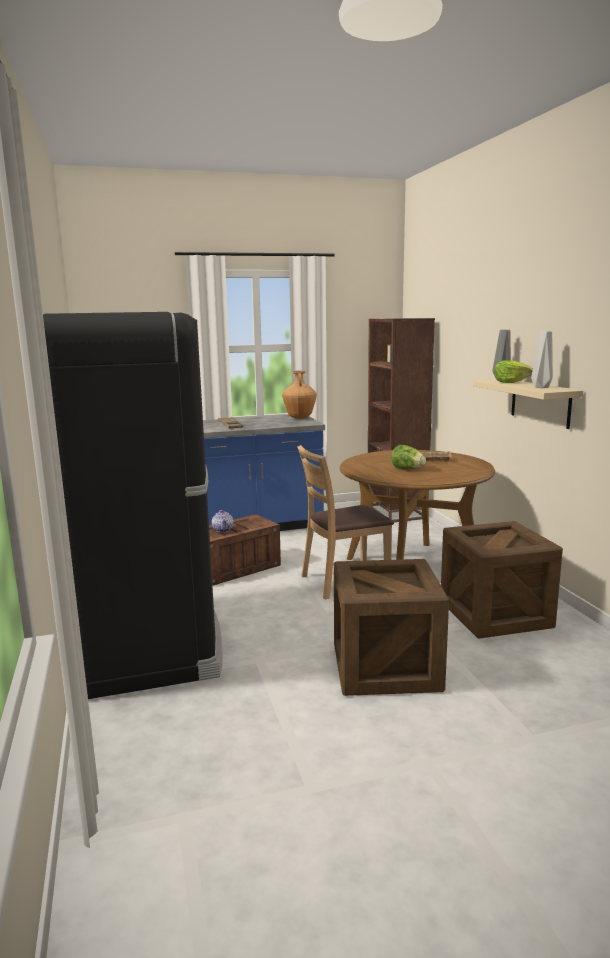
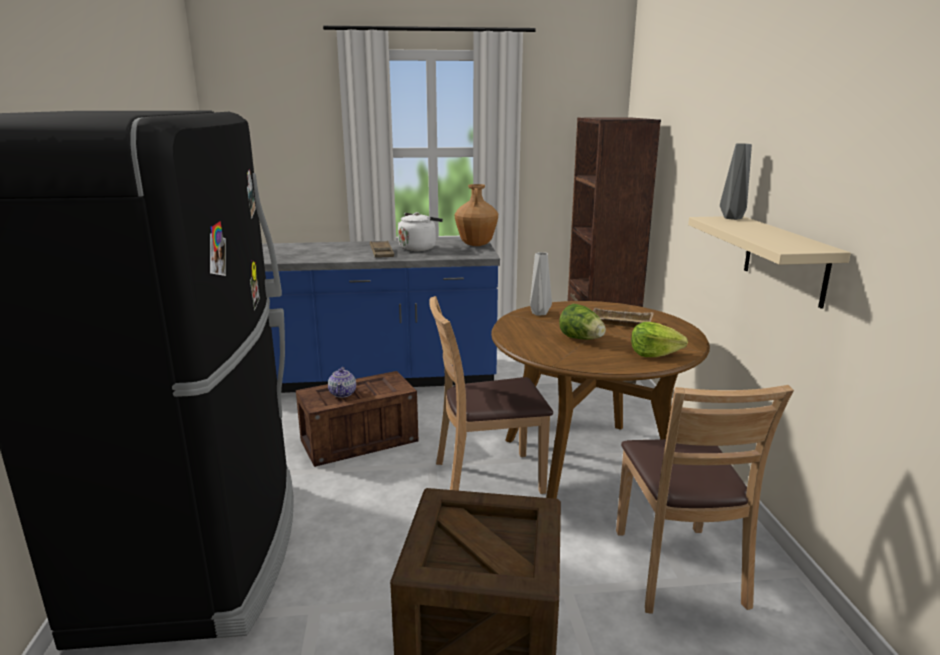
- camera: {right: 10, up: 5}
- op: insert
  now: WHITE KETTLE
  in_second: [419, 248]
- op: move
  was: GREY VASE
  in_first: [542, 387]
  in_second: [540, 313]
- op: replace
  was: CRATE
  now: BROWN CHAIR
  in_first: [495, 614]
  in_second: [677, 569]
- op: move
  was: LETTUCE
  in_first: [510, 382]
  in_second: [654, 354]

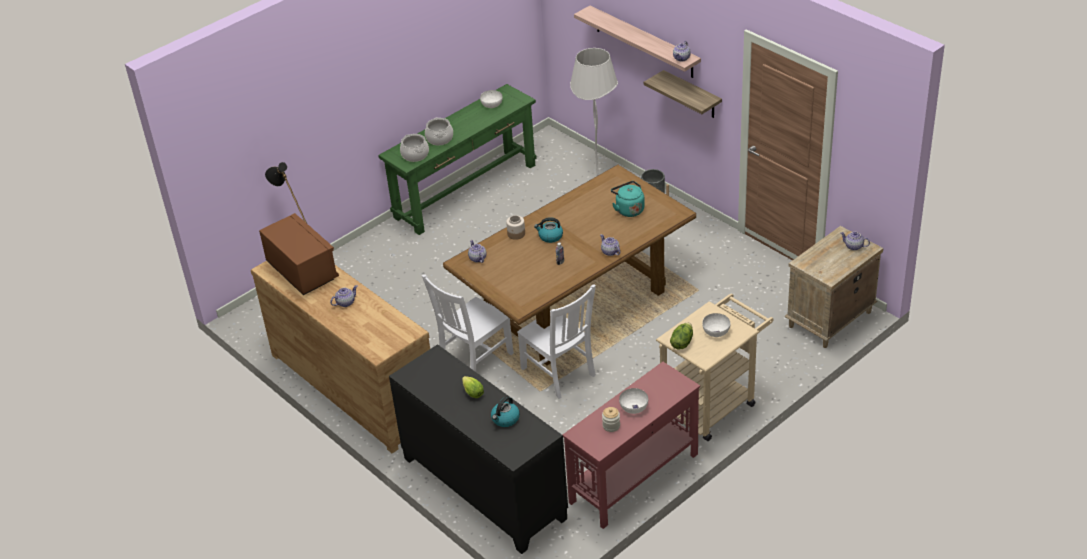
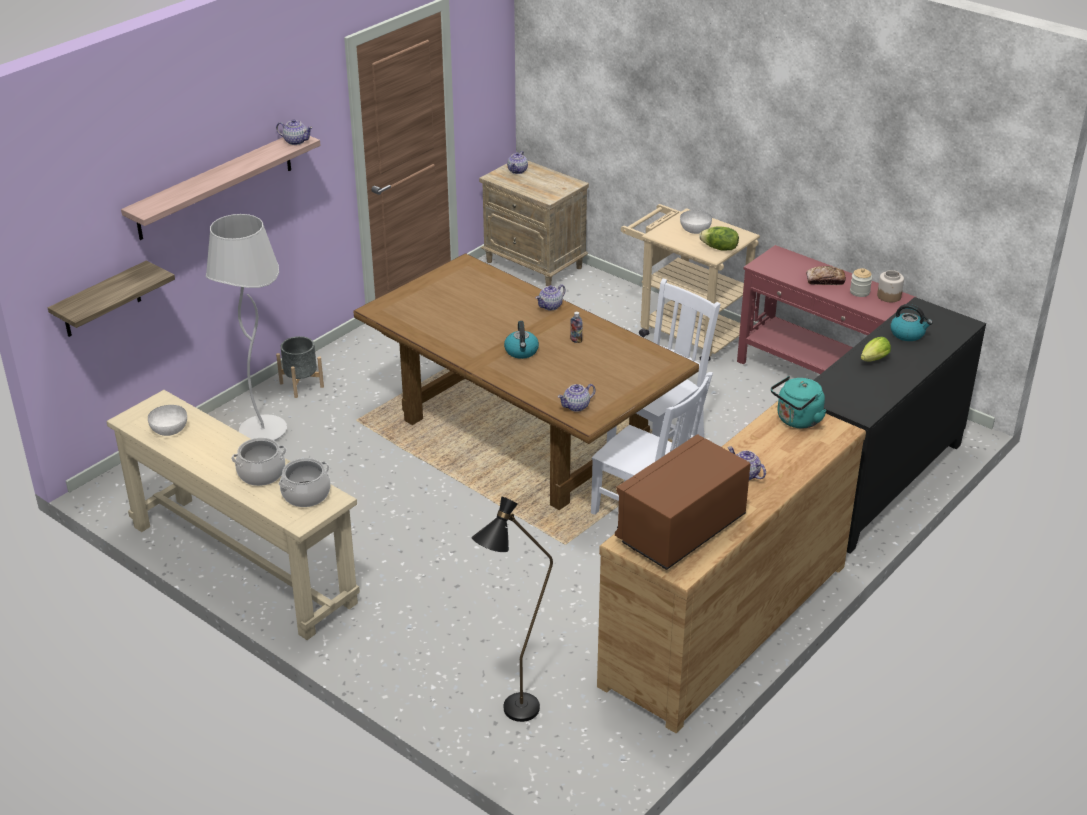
- camera: {right: -100, up: -5}
- op: move
  was: SHELF
  in_first: [692, 95]
  in_second: [101, 300]
- op: recolor
  was: GREEN CONSOLE TABLE
  now: BEIGE CONSOLE TABLE
  in_first: [465, 191]
  in_second: [242, 563]
- op: move
  was: TURQUOISE KETTLE
  in_first: [628, 209]
  in_second: [797, 420]
- op: replace
  was: WHITE BOWL
  now: BREAD
  in_first: [633, 407]
  in_second: [825, 280]
- op: move
  was: JAR
  in_first: [516, 234]
  in_second: [889, 296]

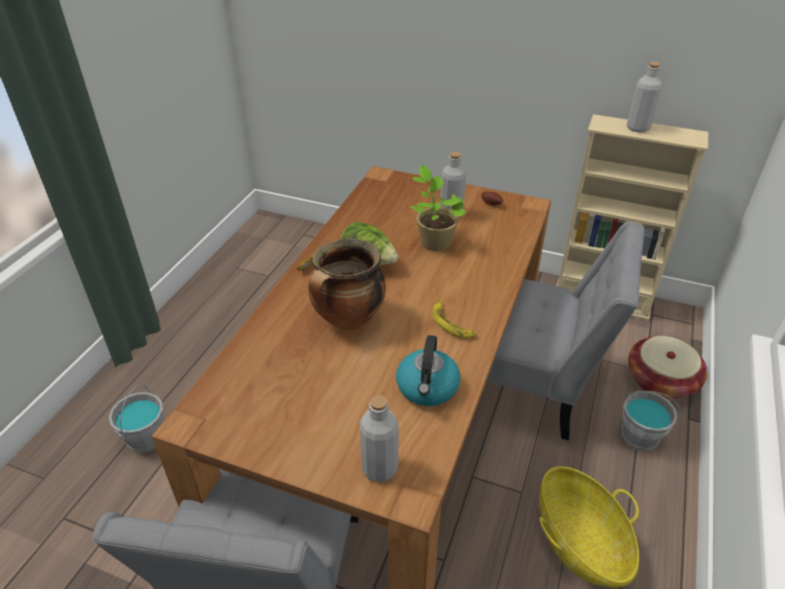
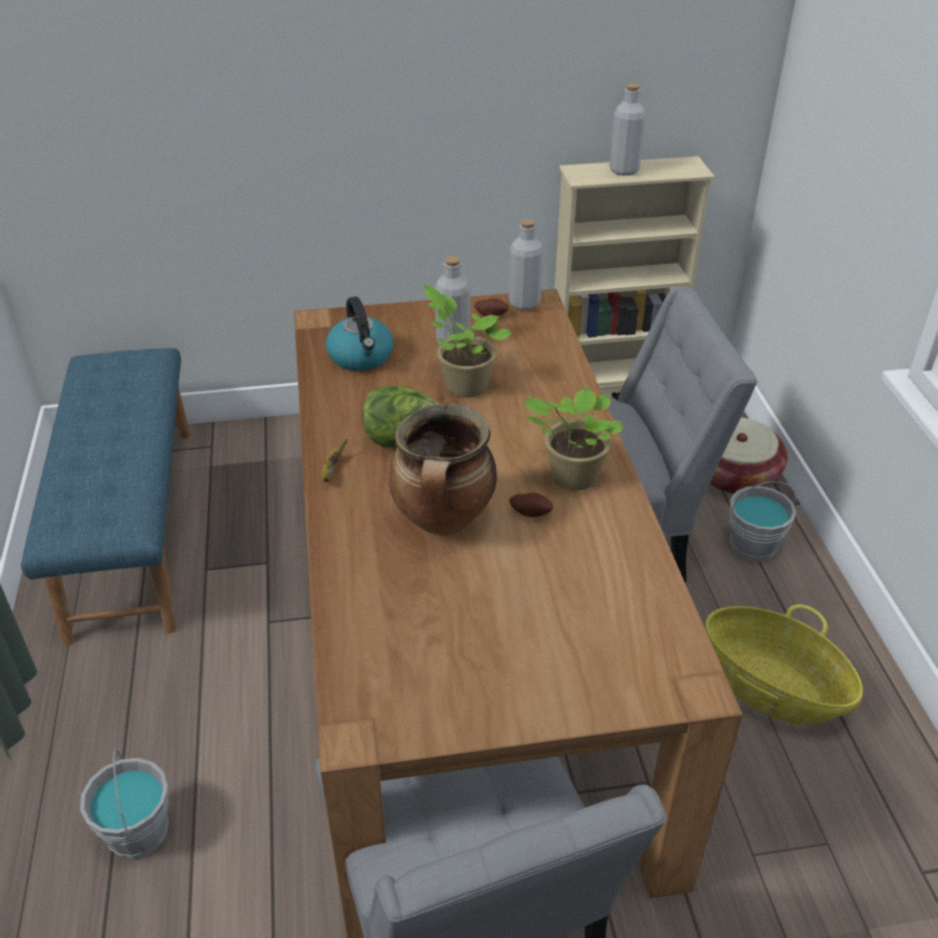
- camera: {right: -30, up: 0}
- op: insert
  now: BLUE BENCH
  in_second: [131, 527]
- op: move
  was: KETTLE
  in_first: [427, 388]
  in_second: [361, 357]
- op: move
  was: GREY BOTTLE
  in_first: [379, 468]
  in_second: [524, 303]
- op: insert
  now: POTATO
  in_second: [531, 512]
- op: replace
  was: BANANA
  now: POTTED PLANT
  in_first: [452, 324]
  in_second: [571, 477]

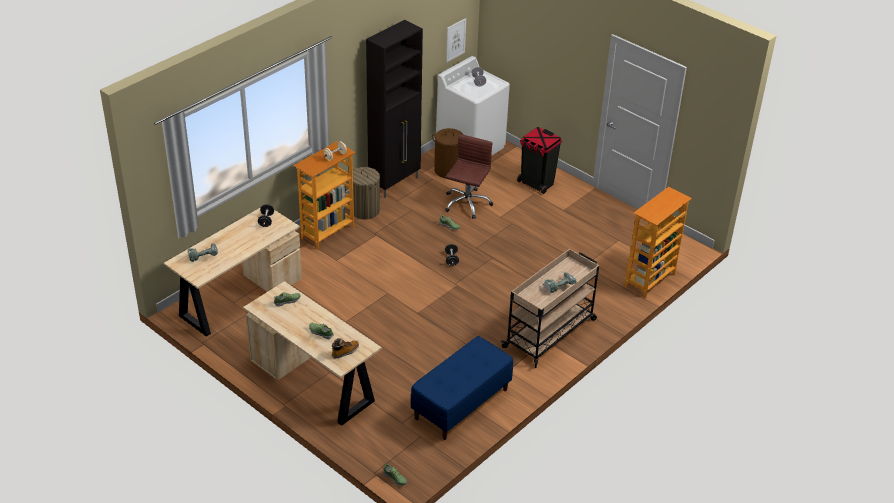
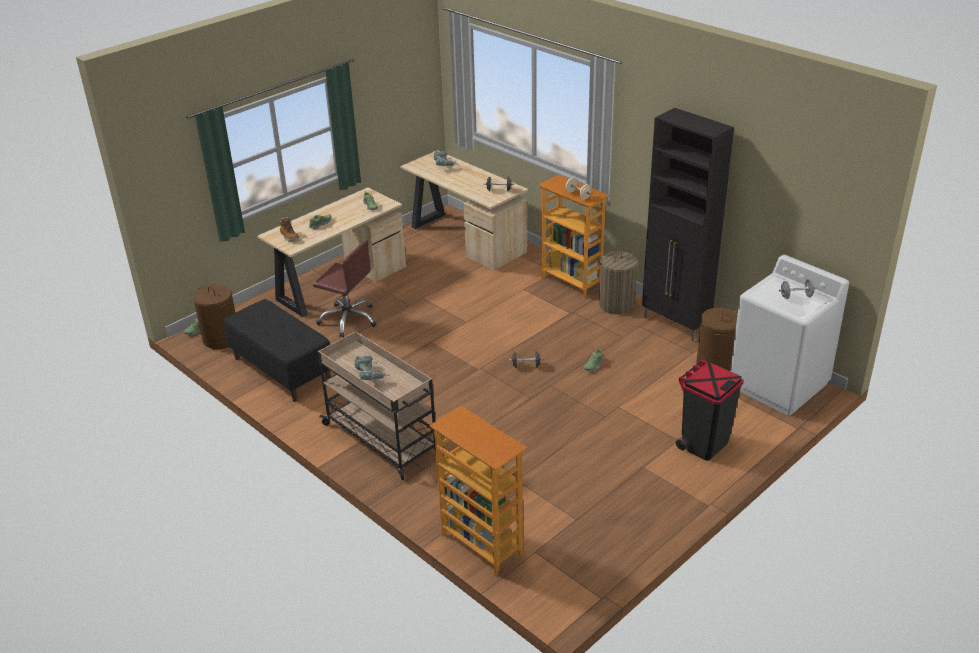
- camera: {right: 95, up: -5}
- op: insert
  now: BROWN LAUNDRY BASKET
  in_second: [221, 339]
- op: recolor
  was: BLUE BENCH
  now: BLACK BENCH
  in_first: [461, 404]
  in_second: [281, 370]
- op: move
  was: BROWN OFFICE CHAIR
  in_first: [466, 203]
  in_second: [348, 319]
- op: delete
  was: PICTURE
  in_first: [455, 40]

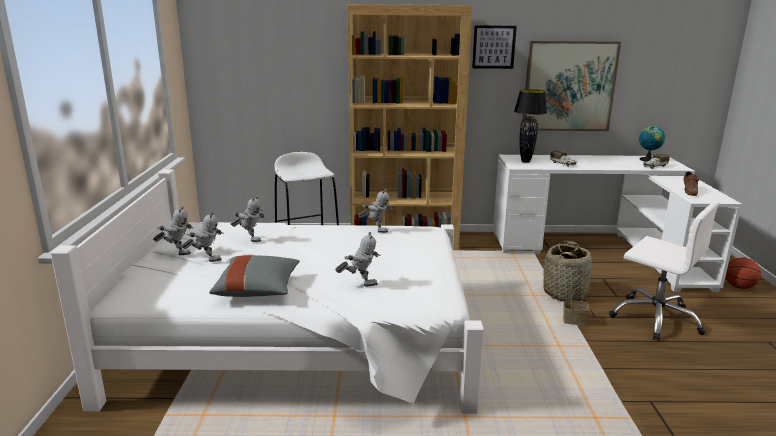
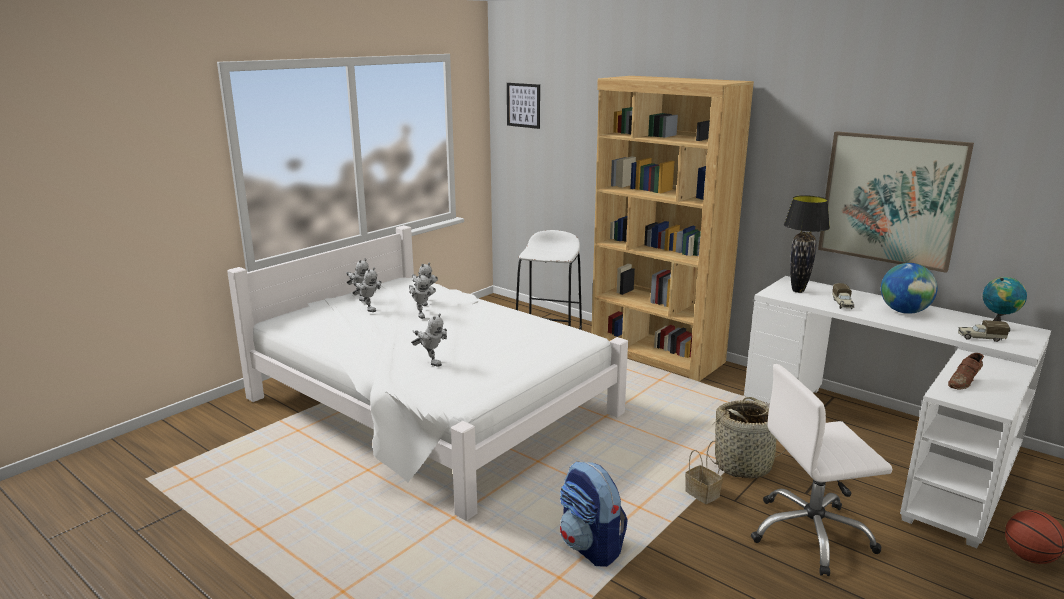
- camera: {right: 40, up: 0}
- op: move
  was: TOY ROBOT
  in_first: [376, 230]
  in_second: [421, 314]
- op: move
  was: PICTURE
  in_first: [493, 47]
  in_second: [523, 105]
- op: insert
  now: BACKPACK
  in_second: [591, 547]
- op: rotate
  was: WHITE OFFICE CHAIR
  in_first: [655, 318]
  in_second: [811, 534]
  clockwise: 90
- op: insert
  now: GLOBE
  in_second: [904, 312]
- op: delete
  was: GREY PILLOW
  in_first: [258, 290]

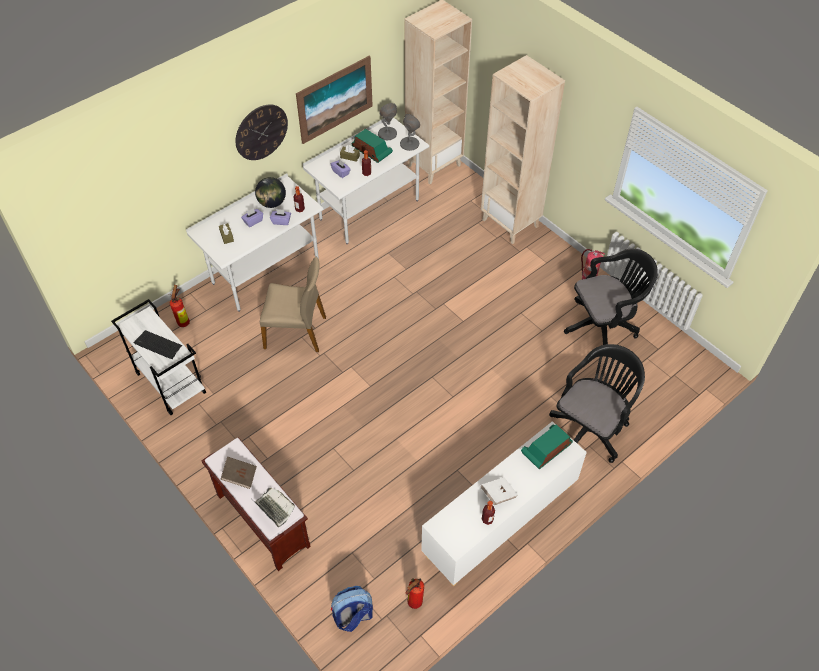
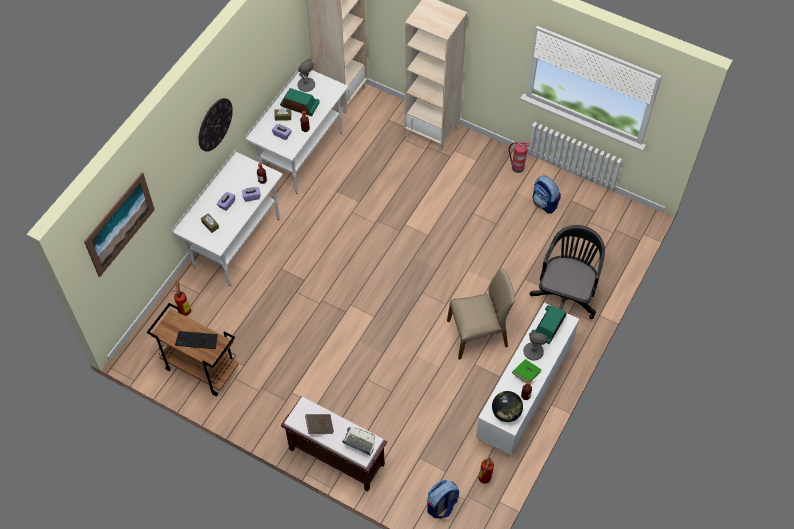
- camera: {right: -20, up: 5}
- op: move
  was: PICTURE
  in_first: [335, 99]
  in_second: [120, 224]
- op: recolor
  was: WHITE CART
  now: BROWN CART
  in_first: [170, 383]
  in_second: [200, 368]
- op: move
  was: BEIGE CHAIR
  in_first: [296, 332]
  in_second: [478, 334]
- op: move
  was: GLOBE
  in_first: [272, 203]
  in_second: [506, 413]
- op: recolor
  was: WHITE BOOK
  now: GREEN BOOK
  in_first: [498, 494]
  in_second: [526, 374]
- op: move
  was: GREY TABLE LAMP
  in_first: [409, 144]
  in_second: [533, 351]
- op: replace
  was: BLACK OFFICE CHAIR
  now: BACKPACK
  in_first: [603, 325]
  in_second: [544, 203]

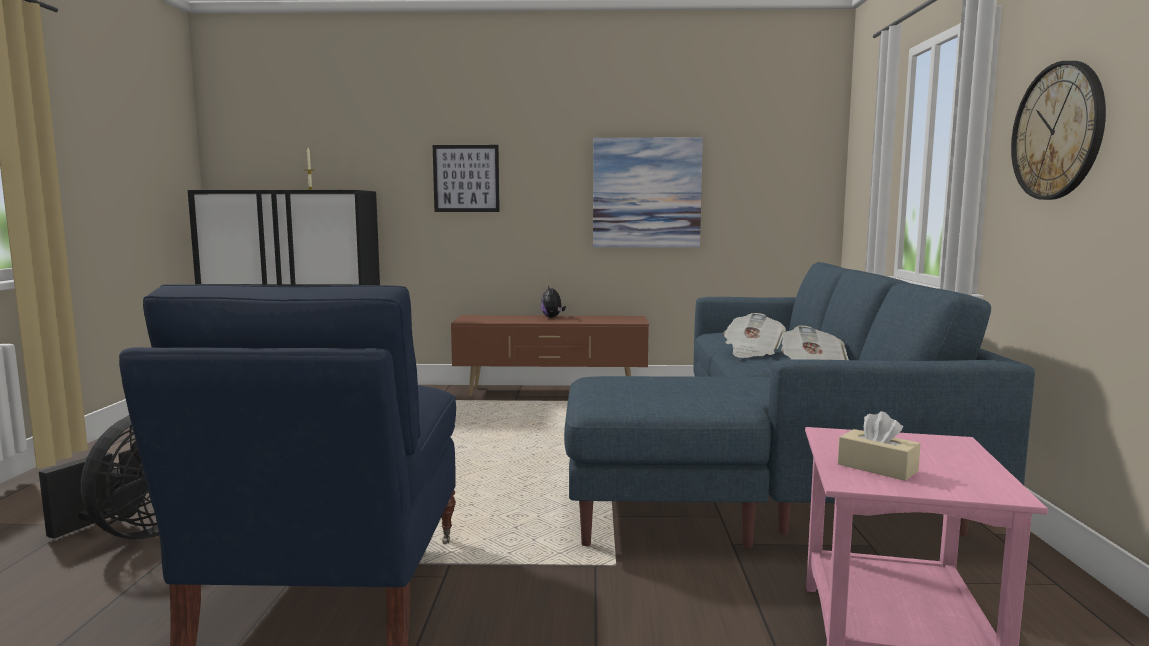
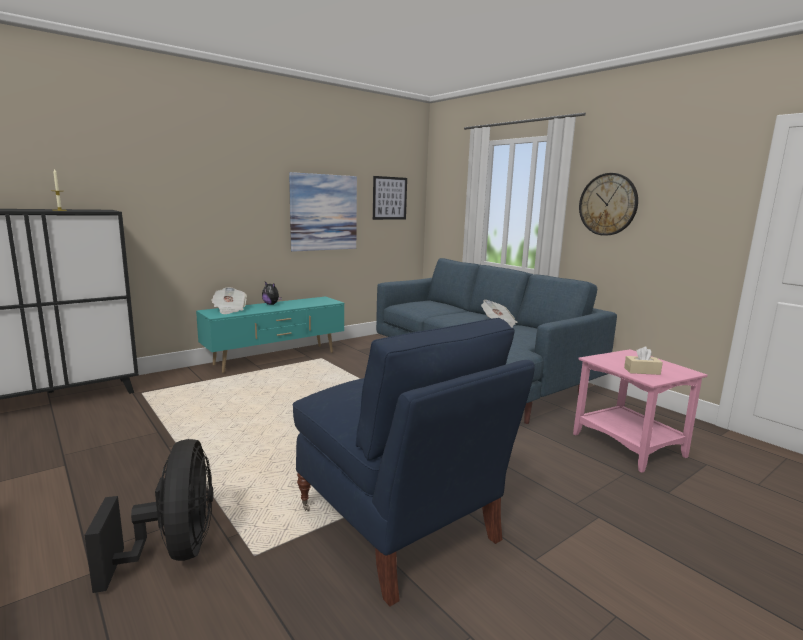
- camera: {right: -40, up: 5}
- op: recolor
  was: BROWN TV STAND
  now: TURQUOISE TV STAND
  in_first: [552, 393]
  in_second: [276, 358]
- op: move
  was: NEWSPAPER
  in_first: [752, 352]
  in_second: [229, 310]
- op: move
  was: PICTURE
  in_first: [466, 178]
  in_second: [389, 198]

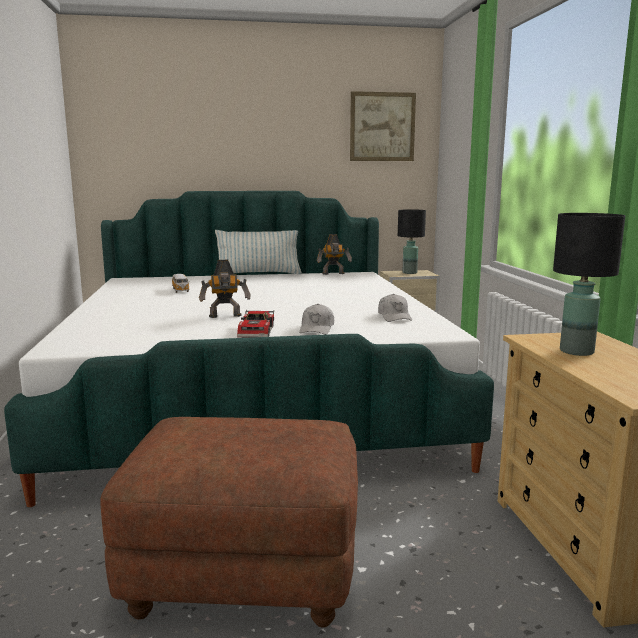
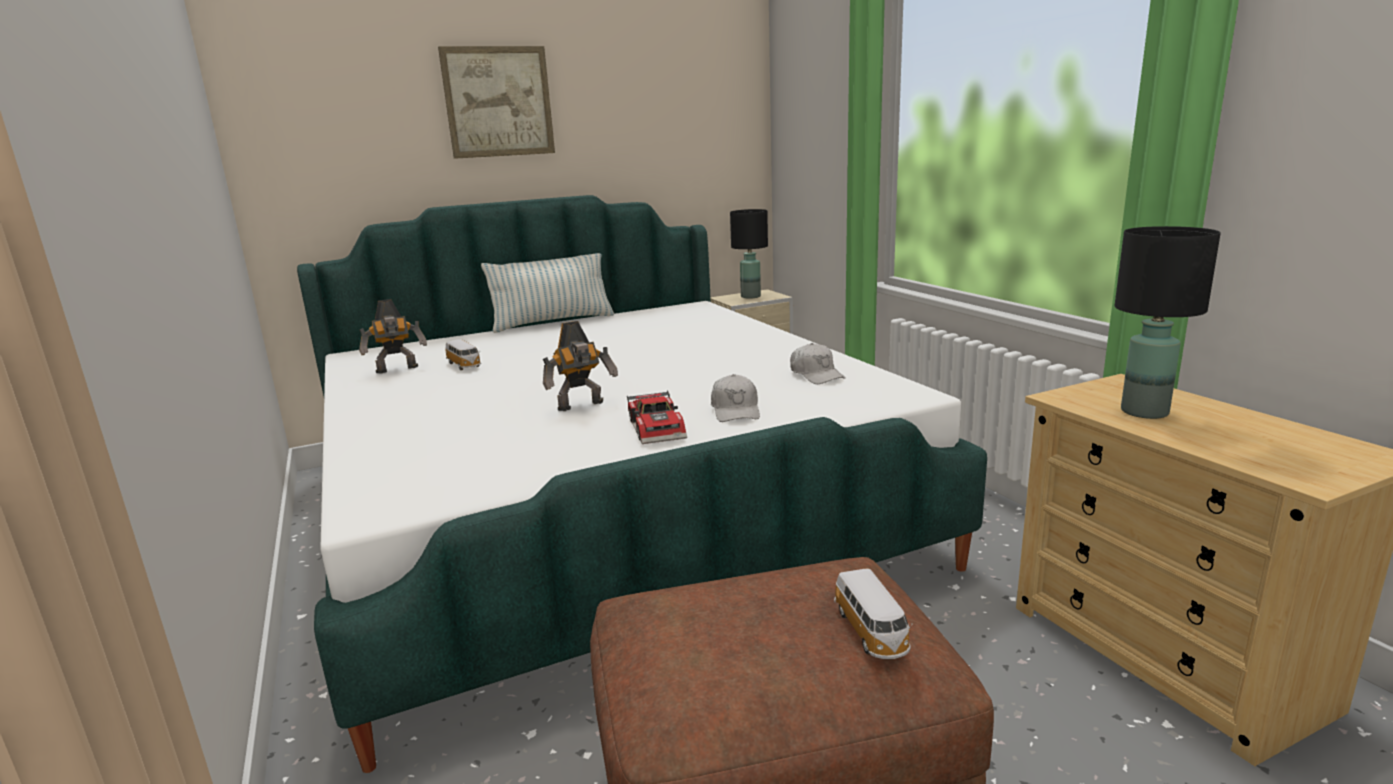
- camera: {right: -15, up: 5}
- op: move
  was: TOY ROBOT
  in_first: [334, 274]
  in_second: [398, 370]
- op: move
  was: PICTURE
  in_first: [382, 127]
  in_second: [498, 102]
- op: insert
  now: TOY CAR
  in_second: [871, 632]

